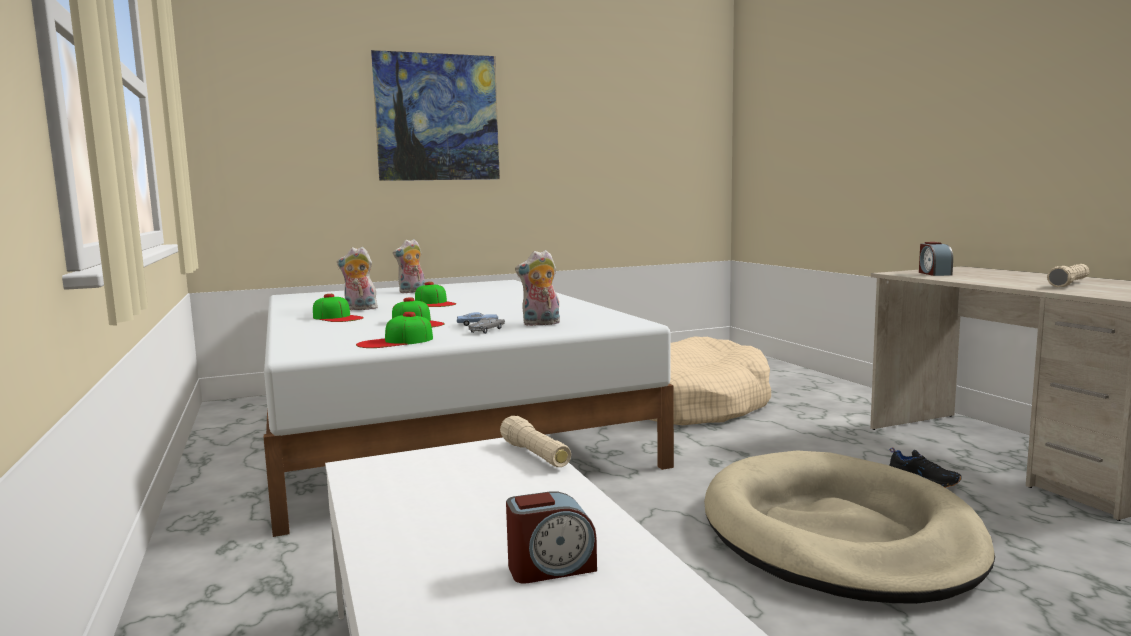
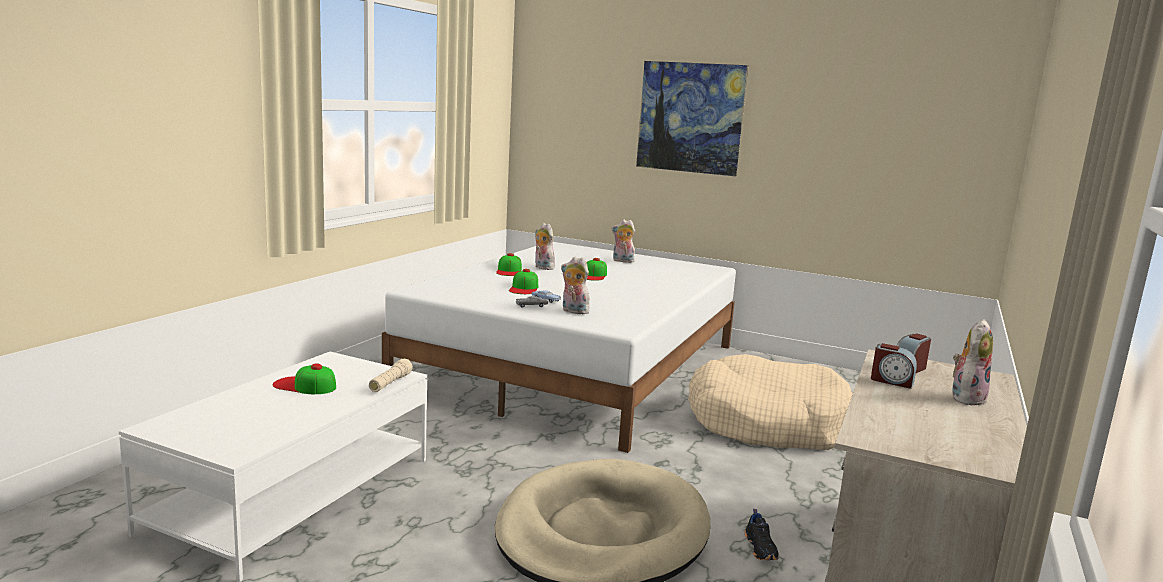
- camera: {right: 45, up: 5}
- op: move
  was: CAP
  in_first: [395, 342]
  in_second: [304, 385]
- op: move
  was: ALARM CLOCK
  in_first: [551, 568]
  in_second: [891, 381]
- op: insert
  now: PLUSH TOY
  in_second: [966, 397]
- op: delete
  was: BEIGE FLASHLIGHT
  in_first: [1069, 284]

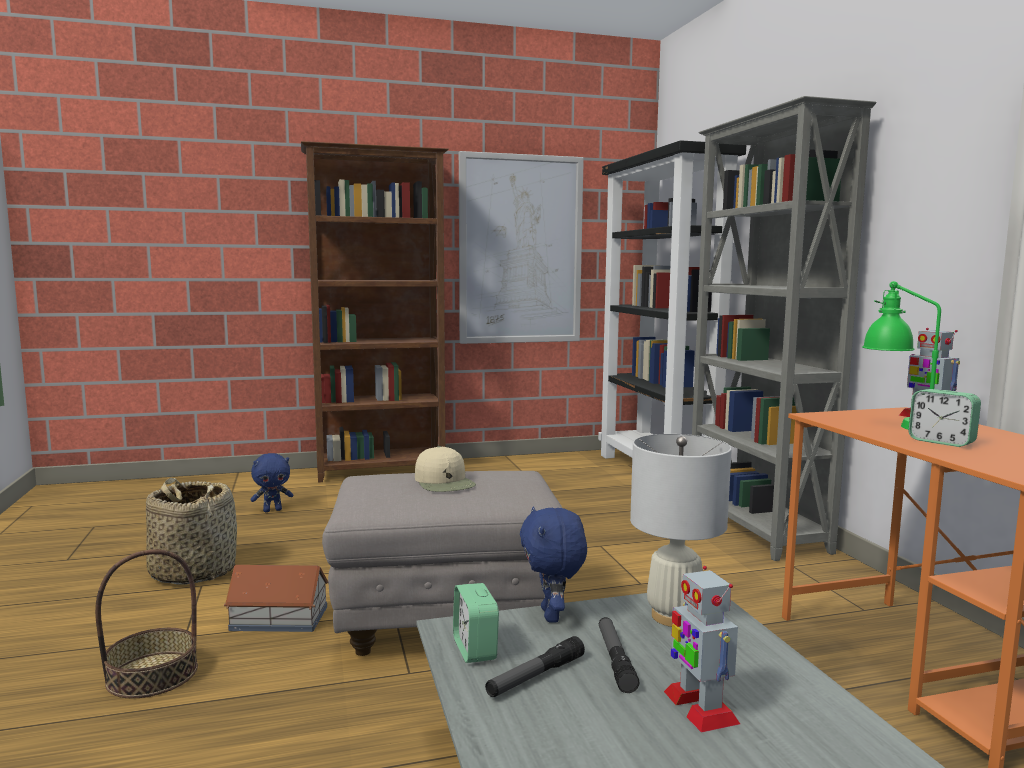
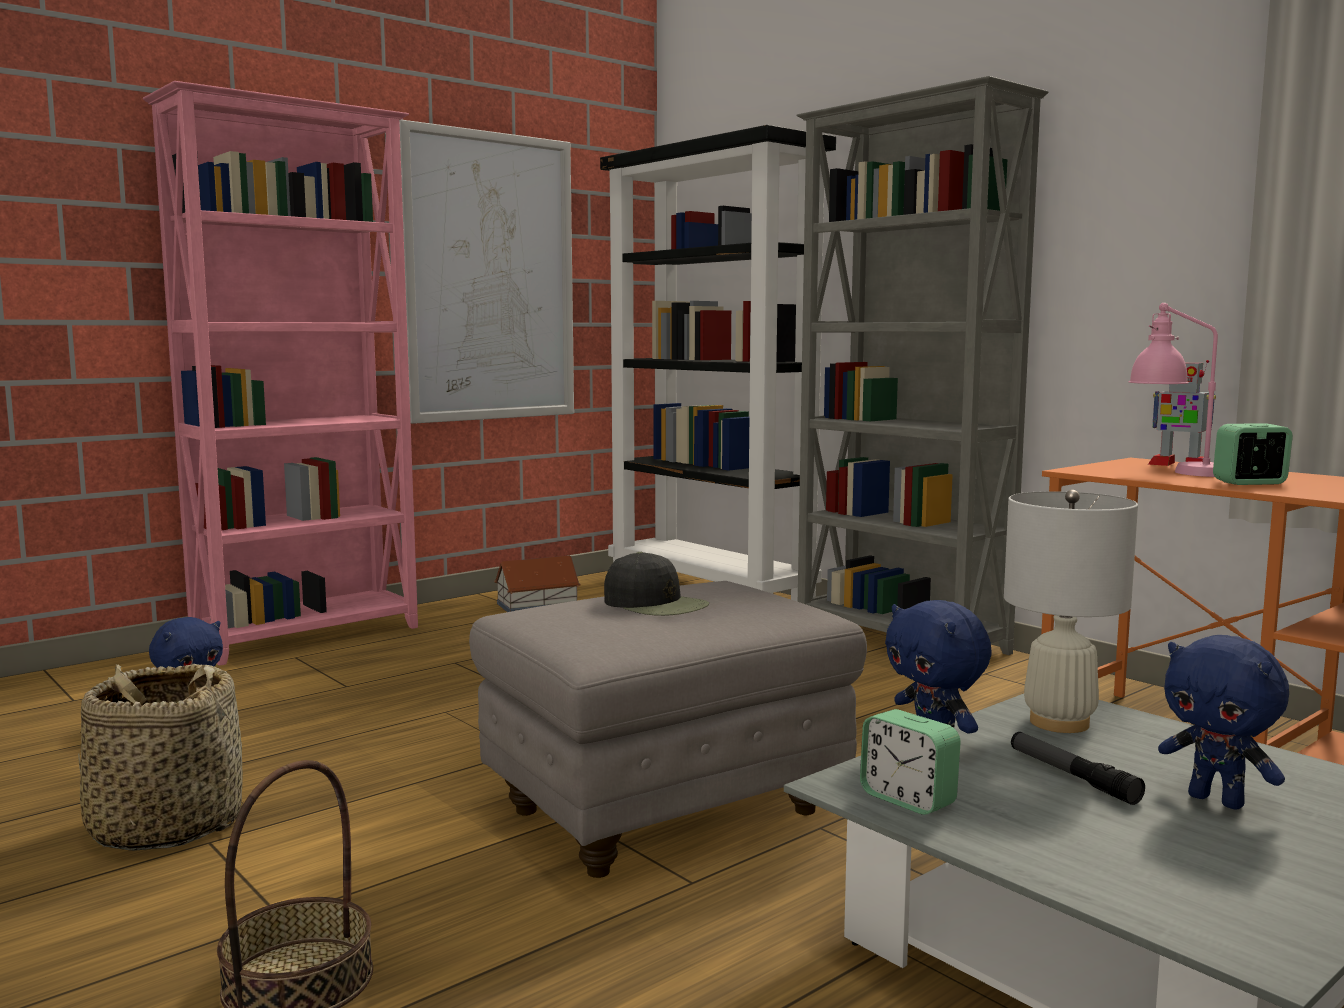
- camera: {right: -25, up: 0}
- op: recolor
  was: BROWN BOOKCASE
  now: PINK BOOKCASE
  in_first: [382, 471]
  in_second: [310, 636]
- op: move
  was: TOY HOUSE
  in_first: [278, 618]
  in_second: [536, 605]
- op: recolor
  was: BEIGE CAP
  now: BLACK CAP
  in_first: [444, 482]
  in_second: [656, 604]
- op: recolor
  was: GREEN TABLE LAMP
  now: PINK TABLE LAMP
  in_first: [903, 425]
  in_second: [1178, 472]
- op: replace
  was: TOY ROBOT
  now: BLUE PLUSH TOY
  in_first: [699, 707]
  in_second: [1217, 800]
- op: rotate
  was: ALARM CLOCK
  in_first: [941, 442]
  in_second: [1250, 483]
  clockwise: 150
- op: delete
  was: FLASHLIGHT
  in_first: [535, 676]

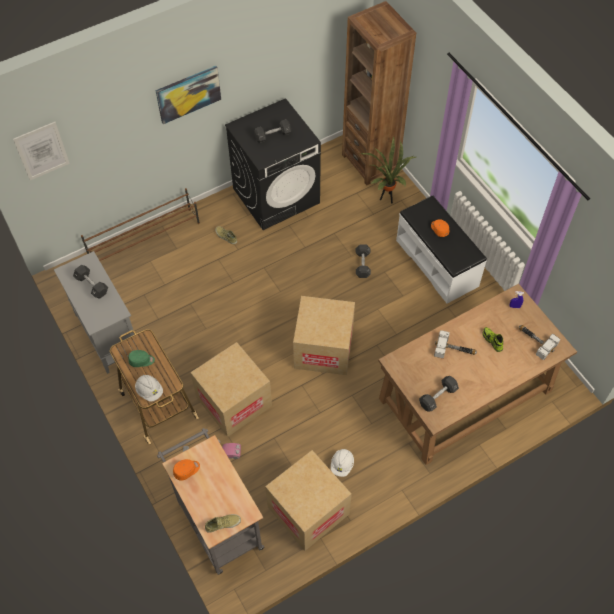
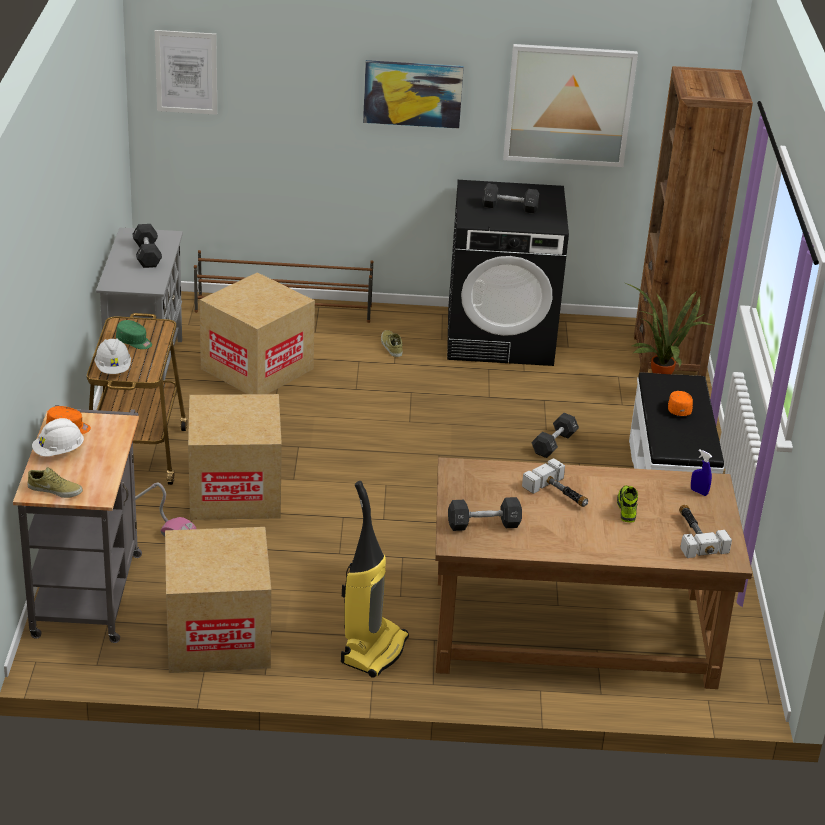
- camera: {right: 30, up: -25}
- op: move
  was: WHITE HARD HAT
  in_first: [342, 465]
  in_second: [59, 451]
- op: move
  was: CARDBOARD BOX
  in_first: [323, 348]
  in_second: [257, 369]
- op: insert
  now: VACUUM CLEANER
  in_second: [373, 649]
- op: insert
  now: PICTURE
  in_second: [569, 105]

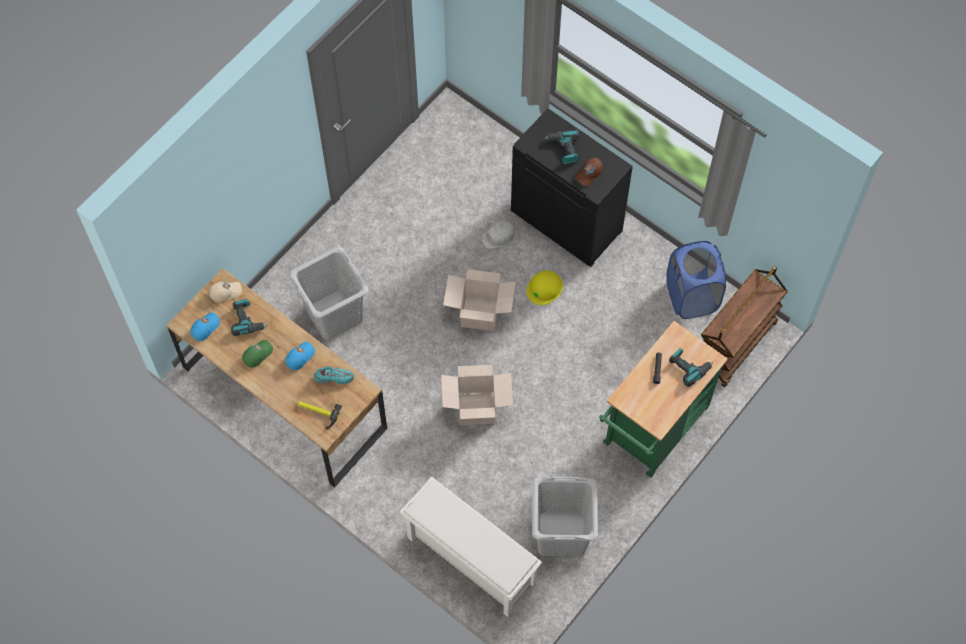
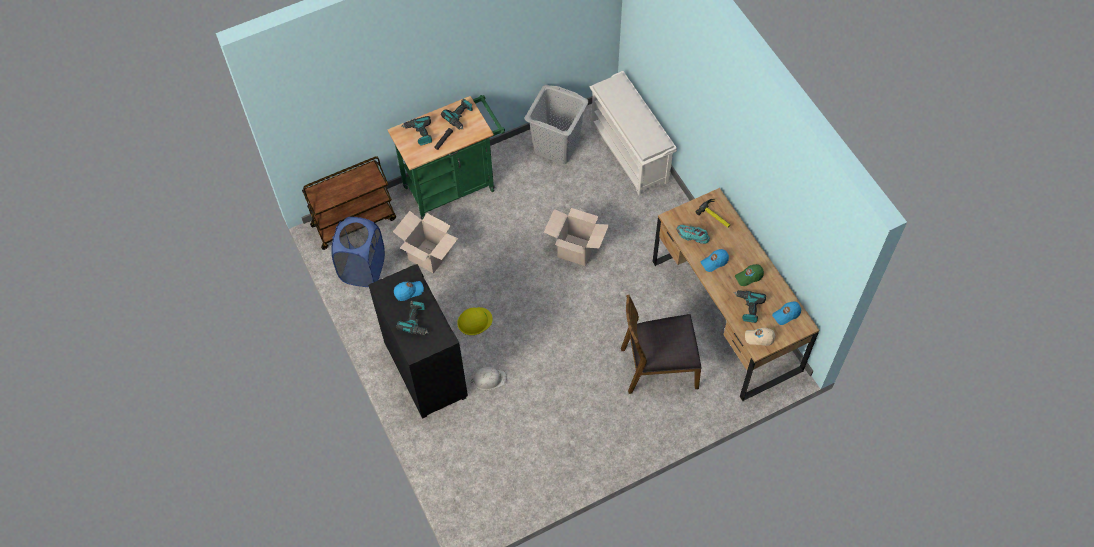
- camera: {right: -155, up: -5}
- op: move
  was: CARDBOARD BOX
  in_first: [480, 314]
  in_second: [429, 256]
- op: recolor
  was: BROWN CAP
  now: BLUE CAP
  in_first: [588, 174]
  in_second: [408, 291]
- op: insert
  now: POWER DRILL
  in_second: [460, 117]
- op: replace
  was: GREY LAUNDRY BASKET
  now: BROWN CHAIR
  in_first: [335, 314]
  in_second: [658, 366]

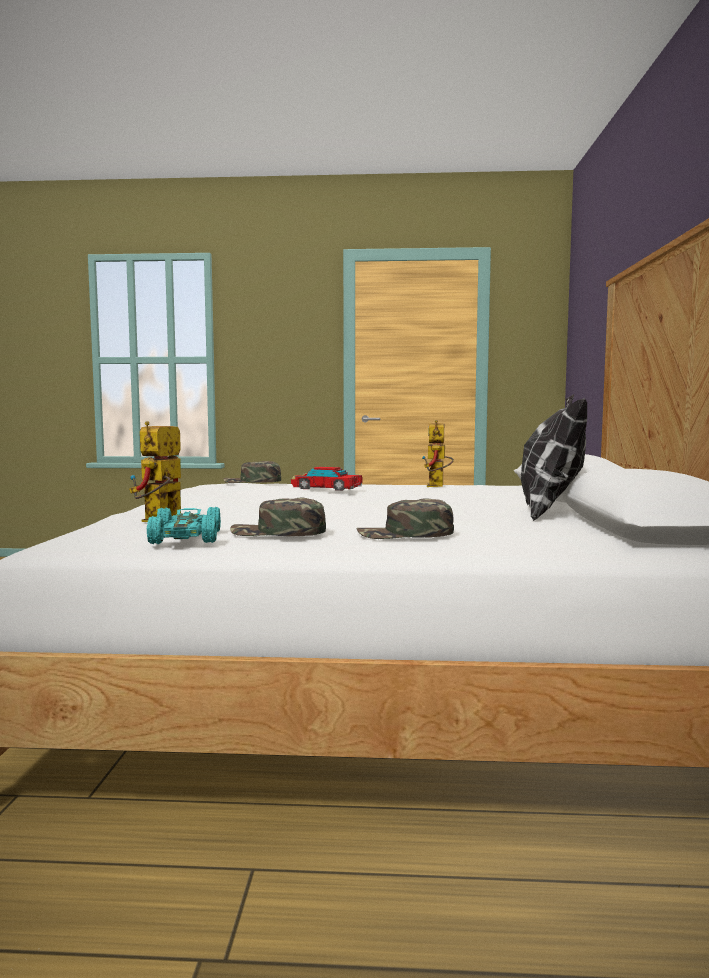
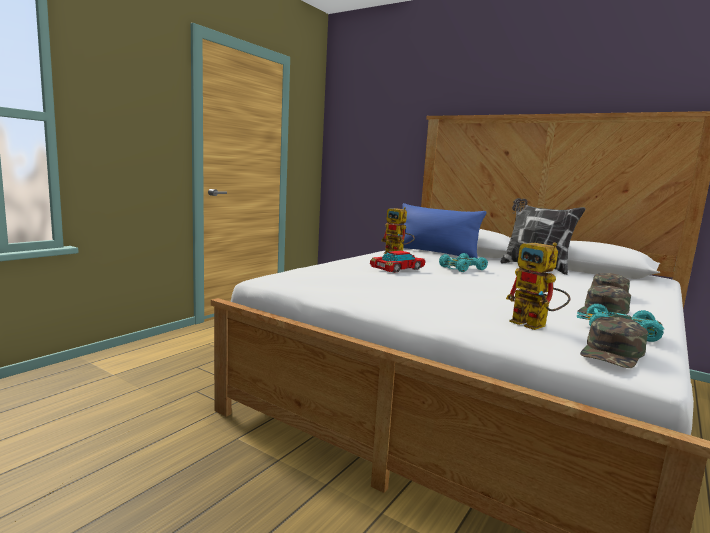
- camera: {right: -60, up: 5}
- op: insert
  now: BLUE PILLOW
  in_second: [435, 252]
- op: insert
  now: TURQUOISE TOY CAR
  in_second: [462, 268]
- op: move
  was: GREEN CAP
  in_first: [252, 481]
  in_second: [613, 353]

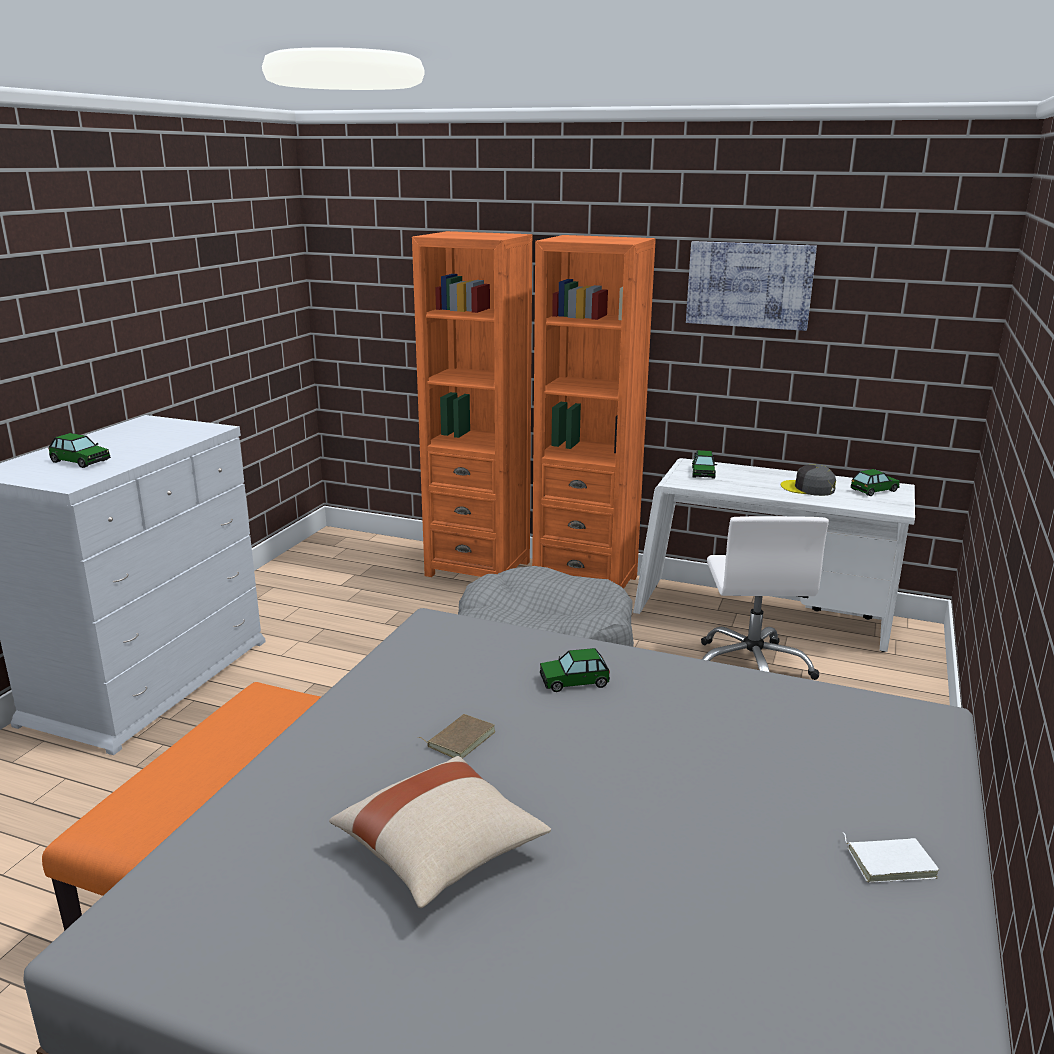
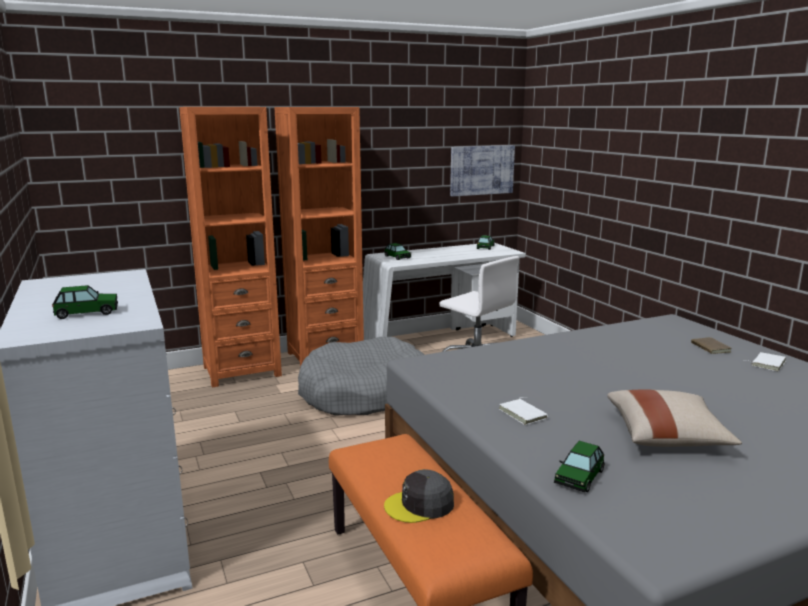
- camera: {right: -45, up: -5}
- op: move
  was: GREY CAP
  in_first: [808, 488]
  in_second: [420, 505]
- op: move
  was: PICTURE
  in_first: [749, 285]
  in_second: [481, 170]
- op: insert
  now: WHITE BOOK
  in_second: [524, 414]
- op: move
  was: TOY CAR
  in_first: [574, 681]
  in_second: [579, 477]
- op: move
  was: BROWN BOOK
  in_first: [460, 739]
  in_second: [709, 348]

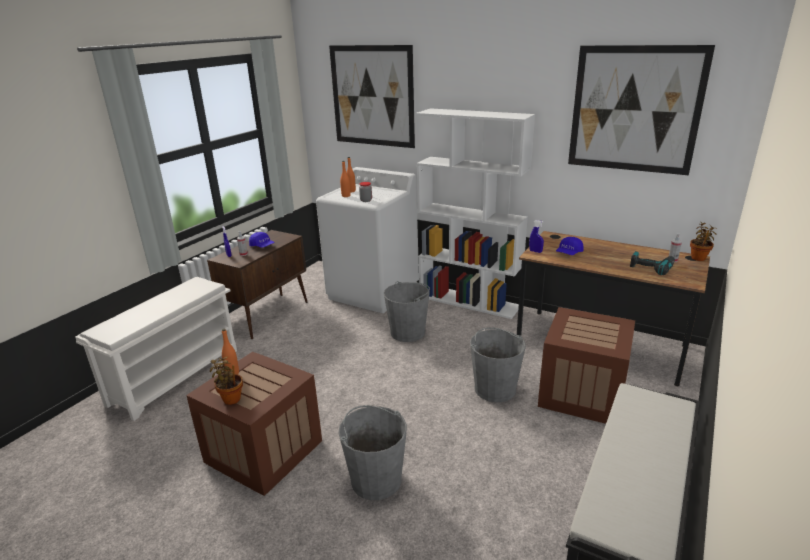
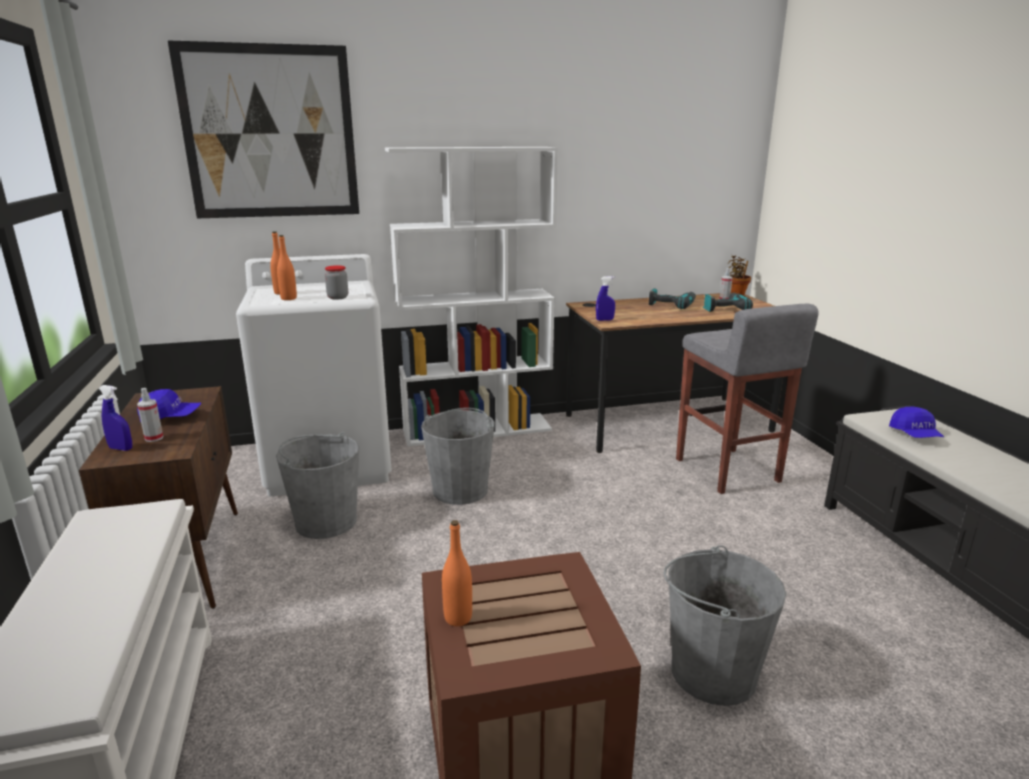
- camera: {right: -45, up: -5}
- op: move
  was: GREY BUCKET
  in_first: [495, 388]
  in_second: [325, 521]
- op: insert
  now: POWER DRILL
  in_second: [671, 305]
- op: replace
  was: CRATE
  now: GREY STOOL
  in_first: [582, 394]
  in_second: [727, 471]
- op: move
  was: BLUE CAP
  in_first: [568, 253]
  in_second: [915, 435]
- op: delete
  was: POTTED PLANT
  in_first: [231, 398]
- op: delete
  was: PICTURE
  in_first: [634, 110]

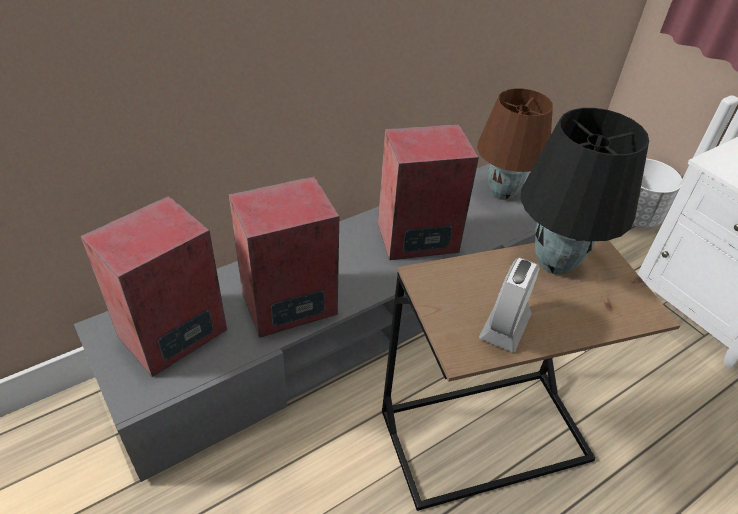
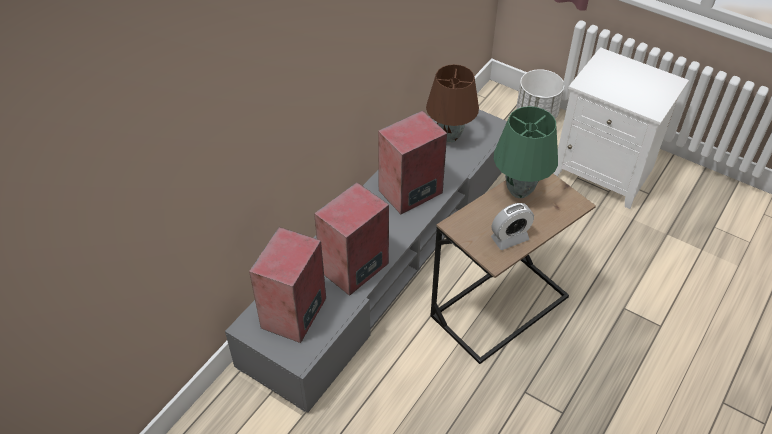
- camera: {right: -20, up: 5}
- op: rotate
  was: ALARM CLOCK
  in_first: [505, 326]
  in_second: [509, 238]
  clockwise: -120
- op: recolor
  was: BLACK TABLE LAMP
  now: GREEN TABLE LAMP
  in_first: [555, 264]
  in_second: [520, 191]

